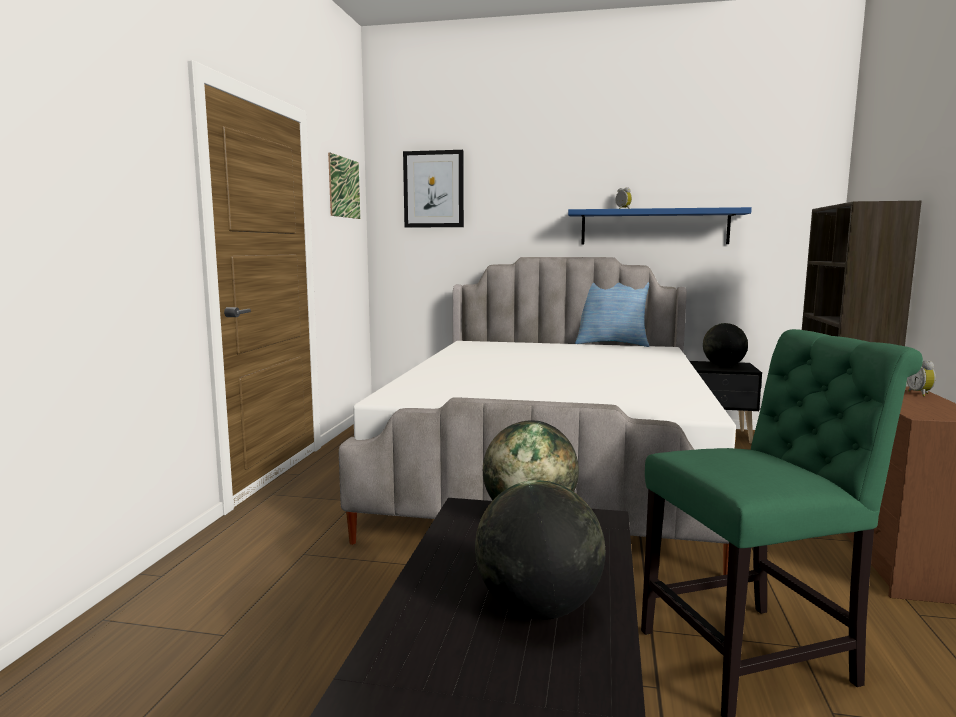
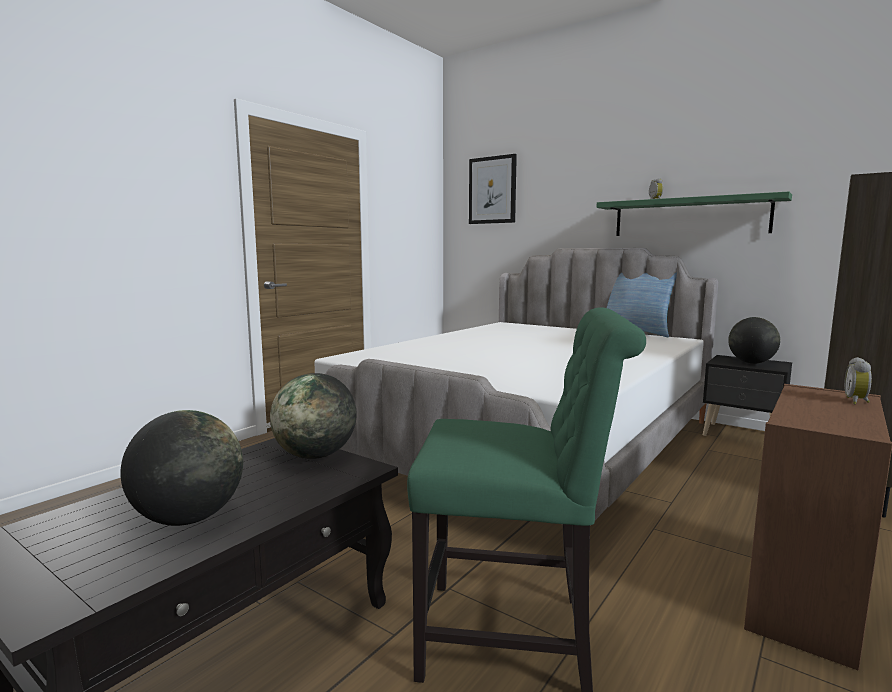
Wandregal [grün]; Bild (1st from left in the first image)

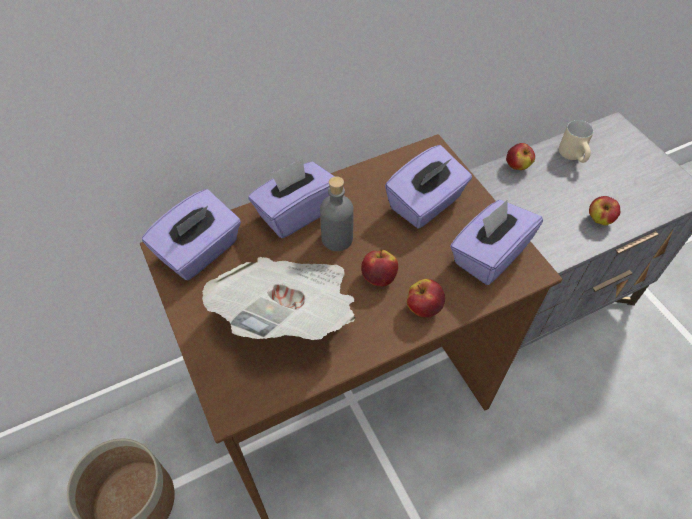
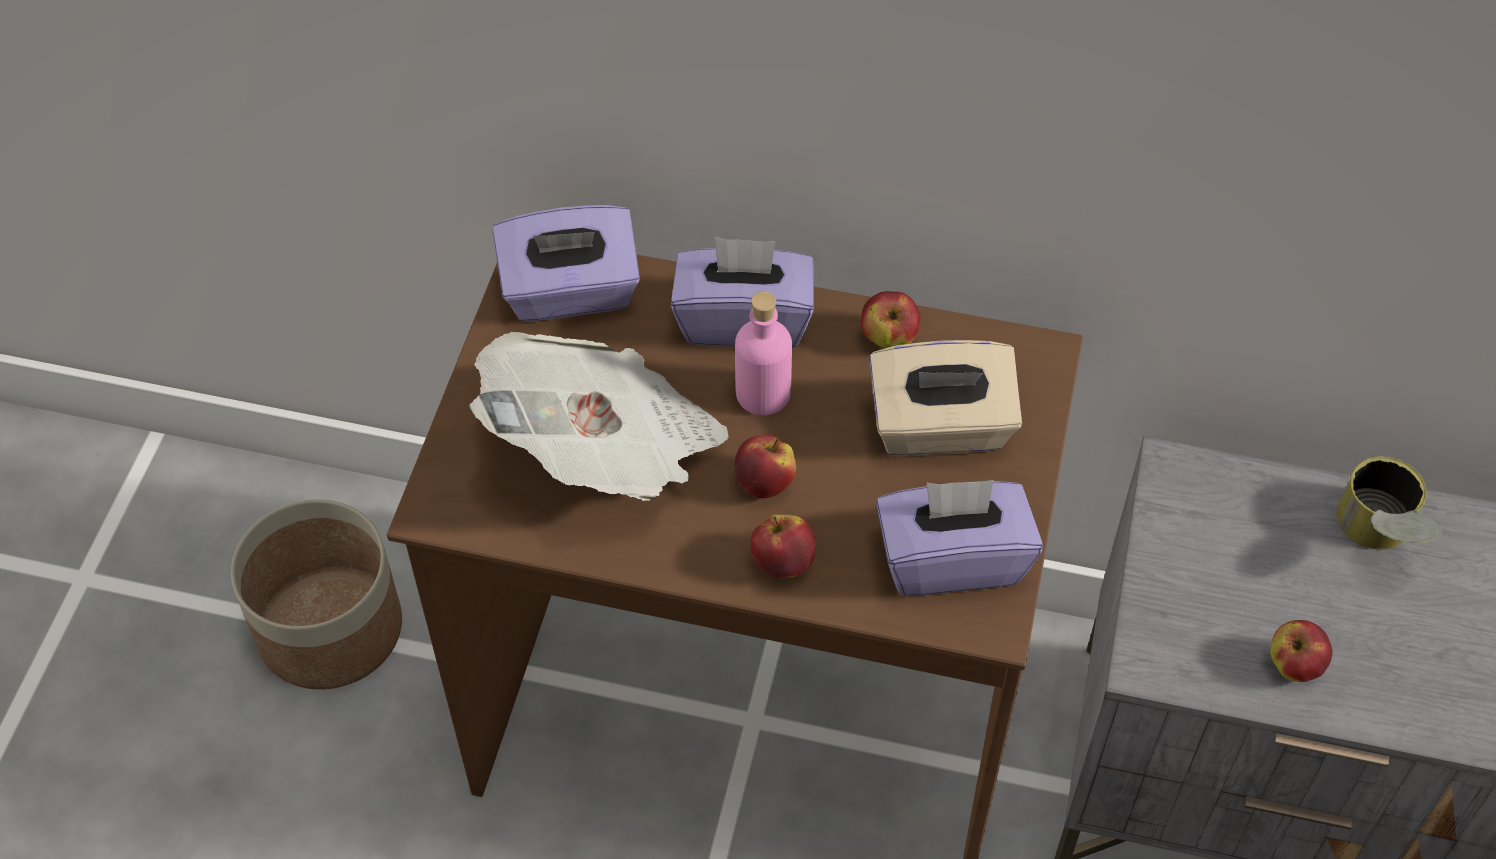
Flasche [rosa]; Apfel (3rd from left); Taschentuchbox [beige]; Dose

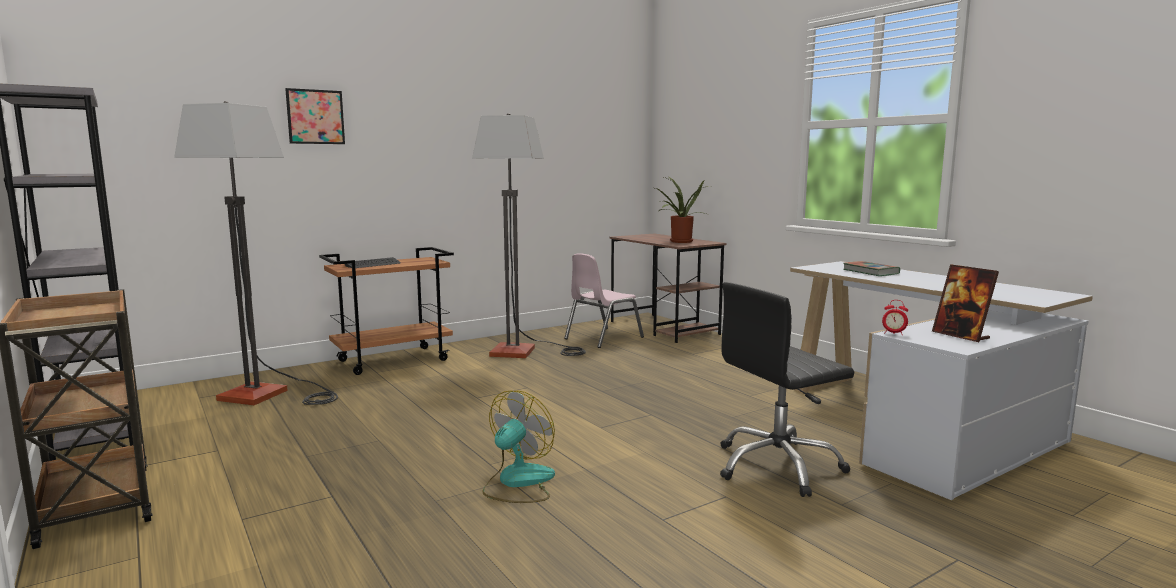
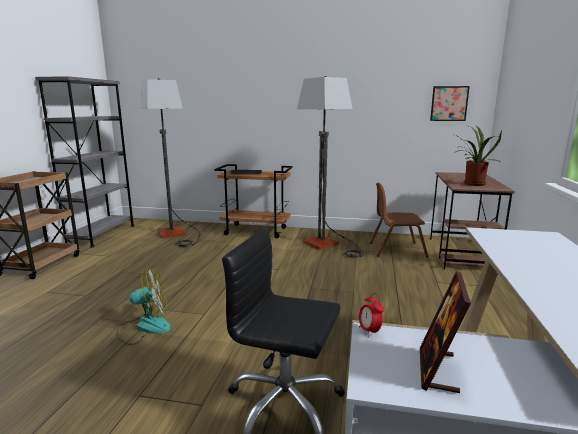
Stuhl [braun]; Bild; Buch

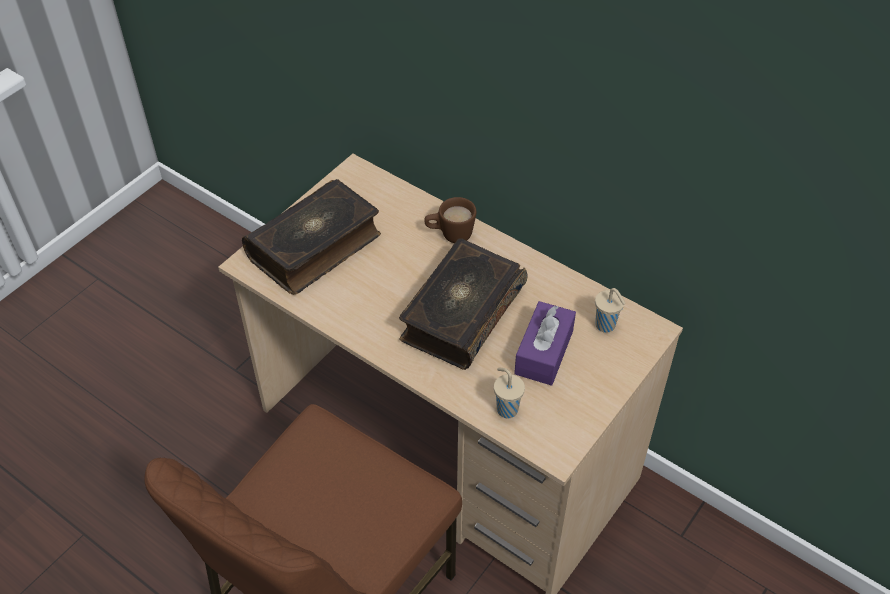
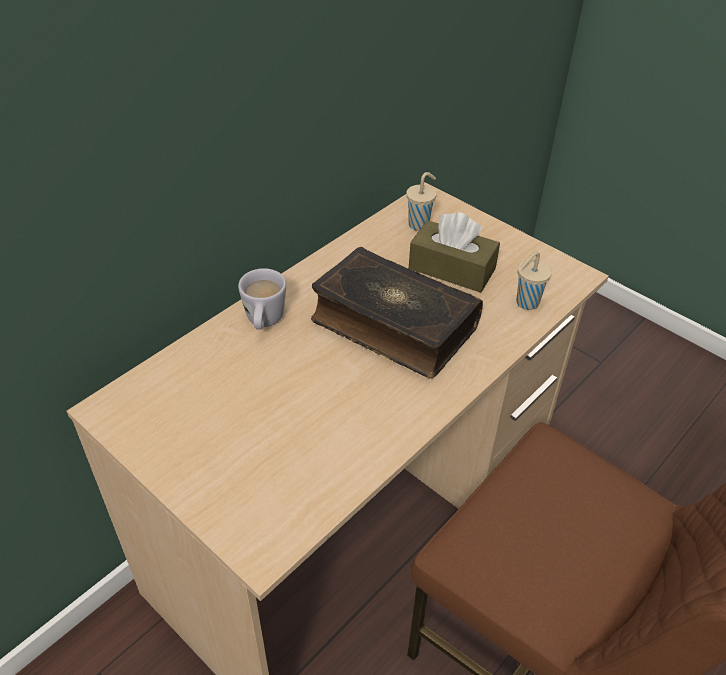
Henkelbecher [weiß]; Taschentuchbox [braun]; Buch (1st from left in the first image)

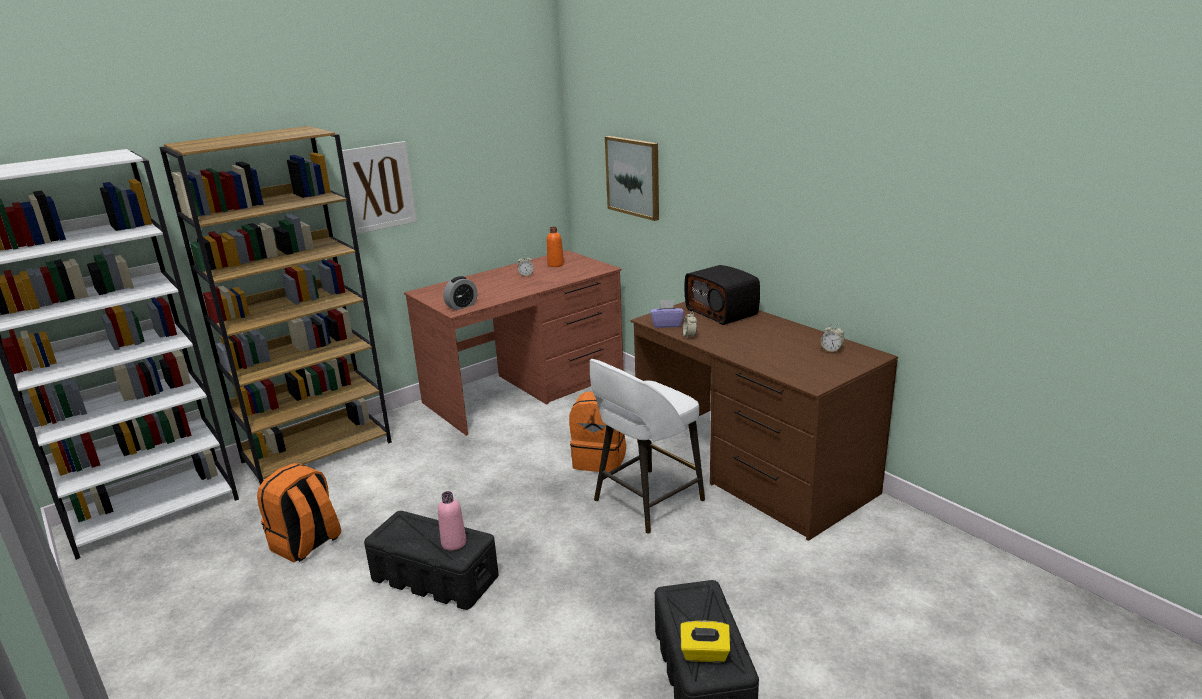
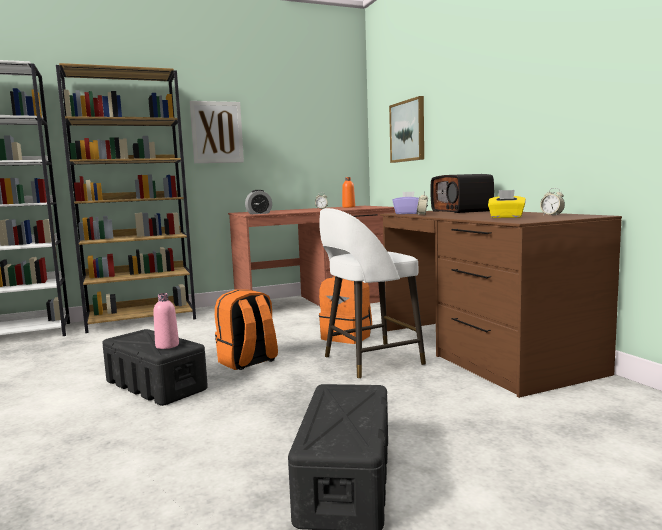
Rucksack [orange] (1st from left); Taschentuchbox [gelb]

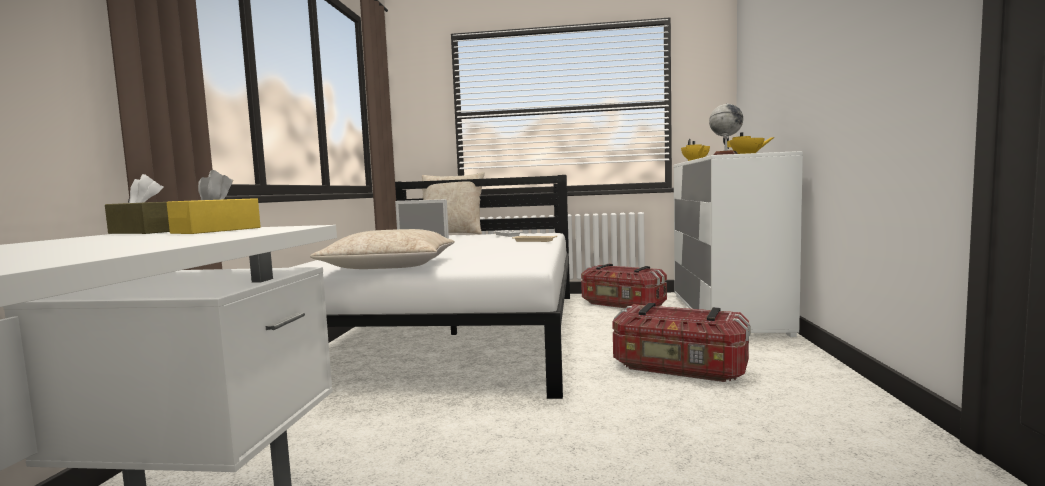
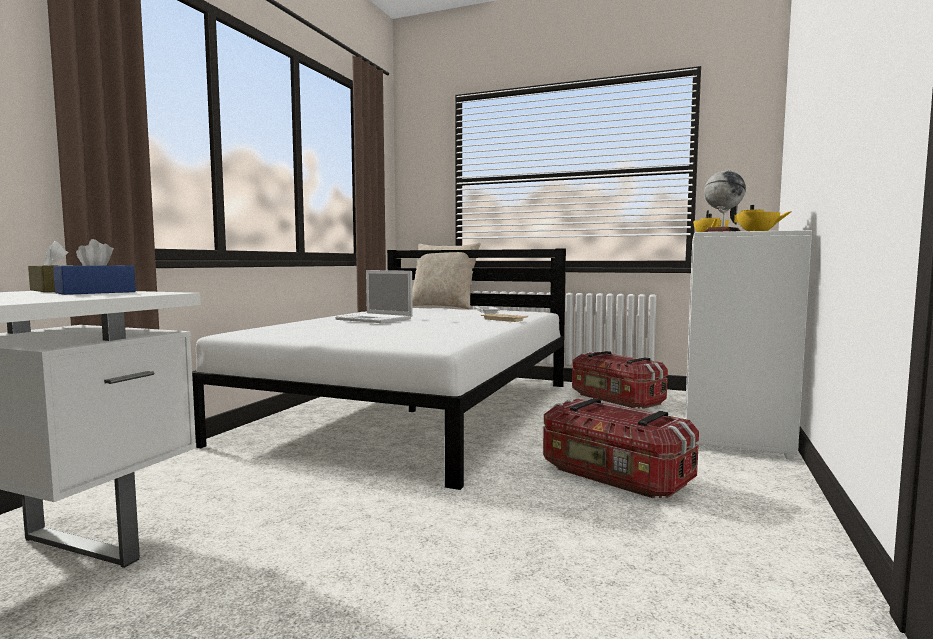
Taschentuchbox [blau]; Kissen [beige] (1st from left in the first image)

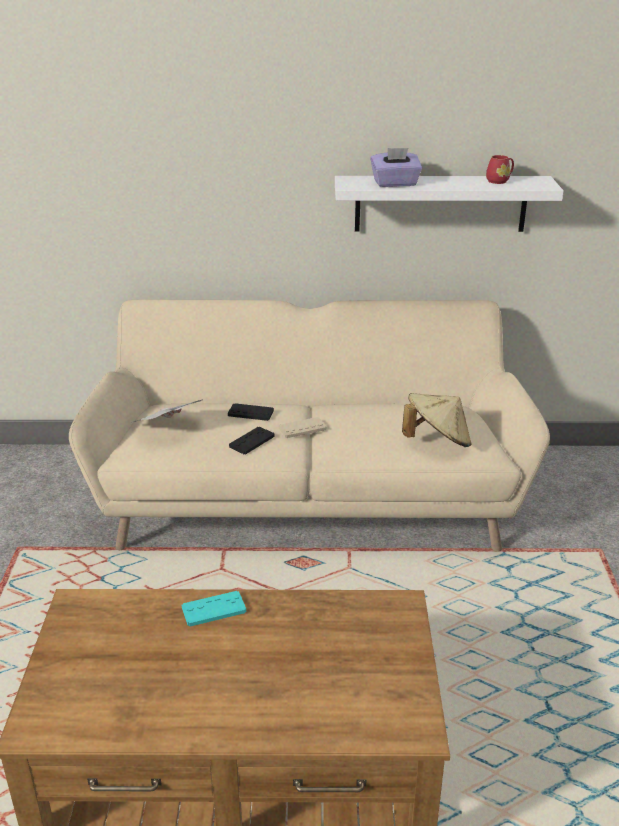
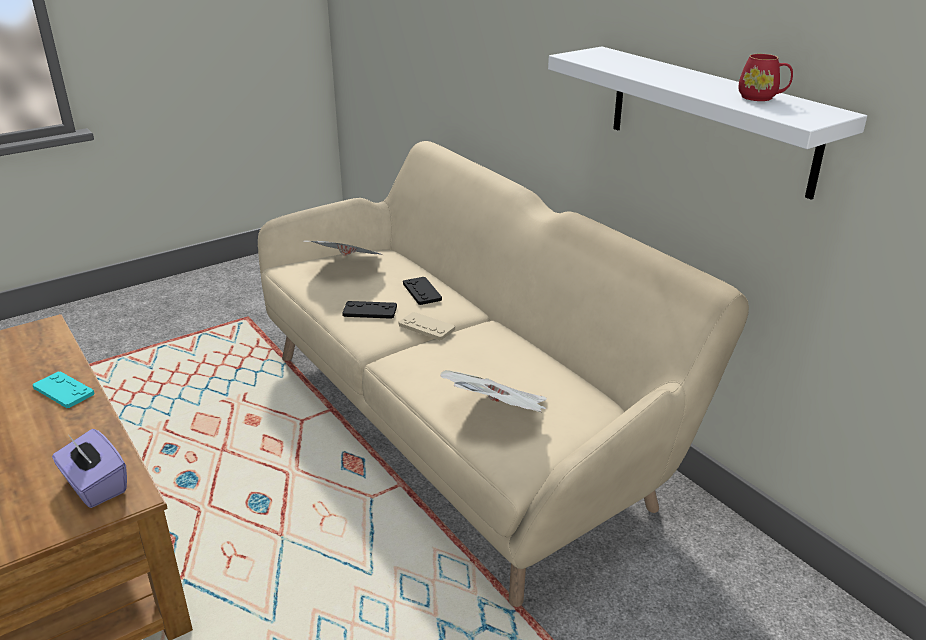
Taschentuchbox [lila]; Zeitung (2nd from left)

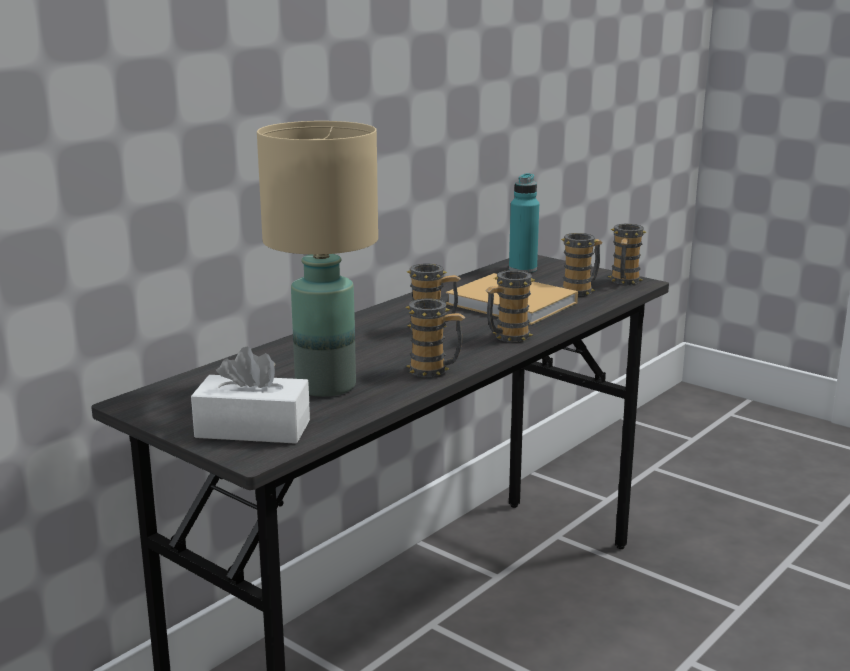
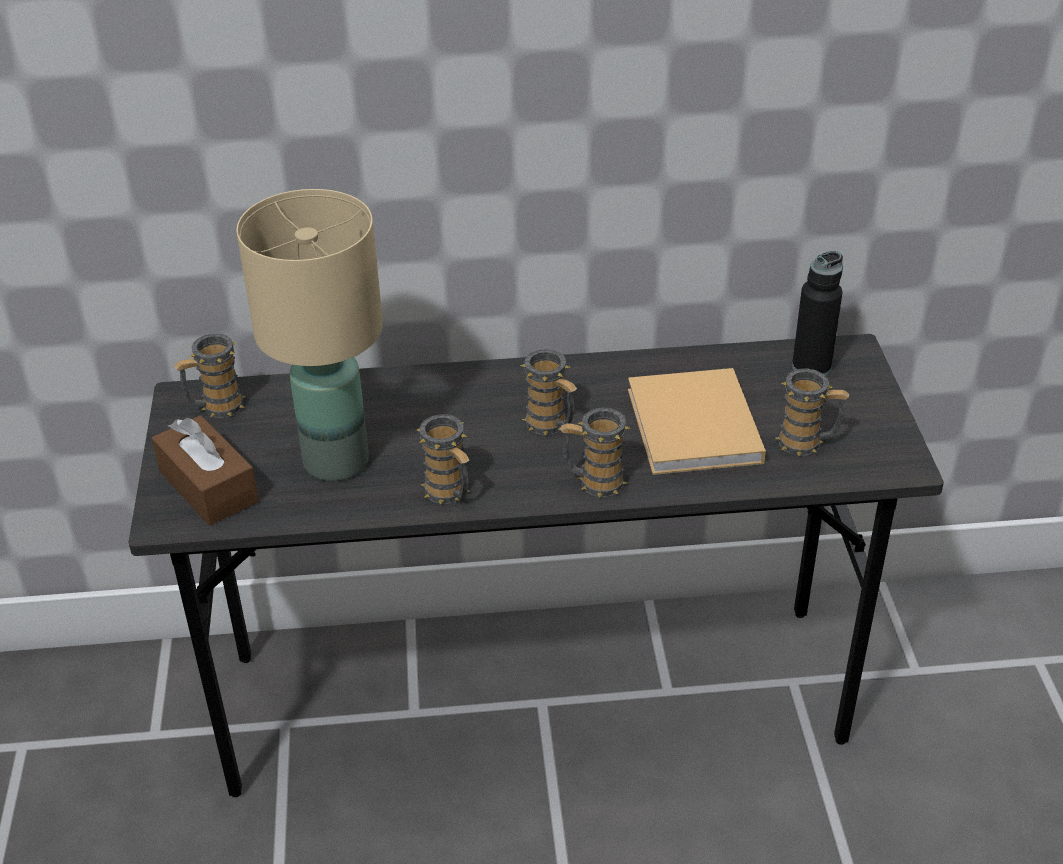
Taschentuchbox [braun]; Henkelbecher (1st from left); Flasche [schwarz]

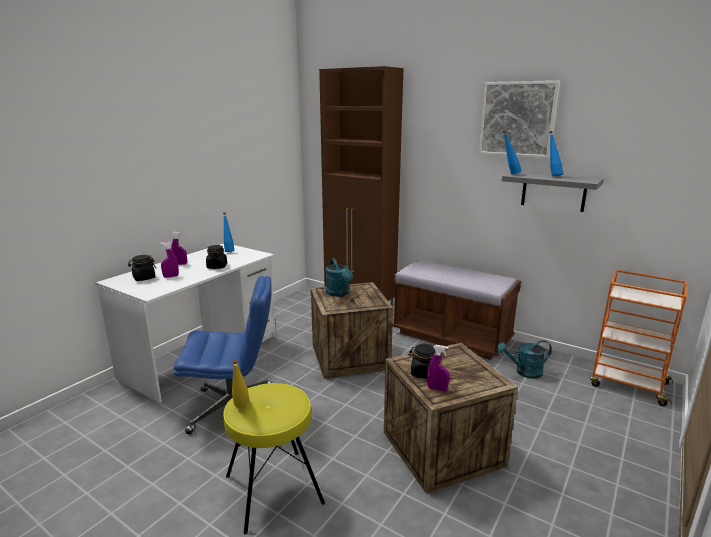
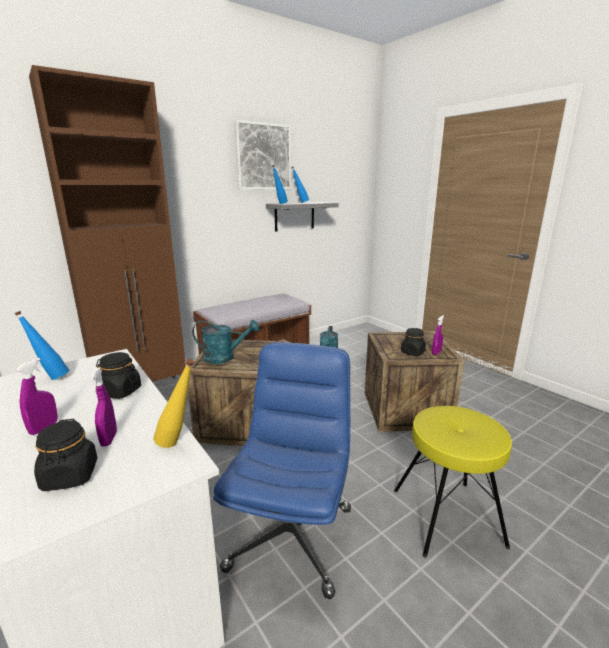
Flasche [gelb]; Rollwagen [orange]

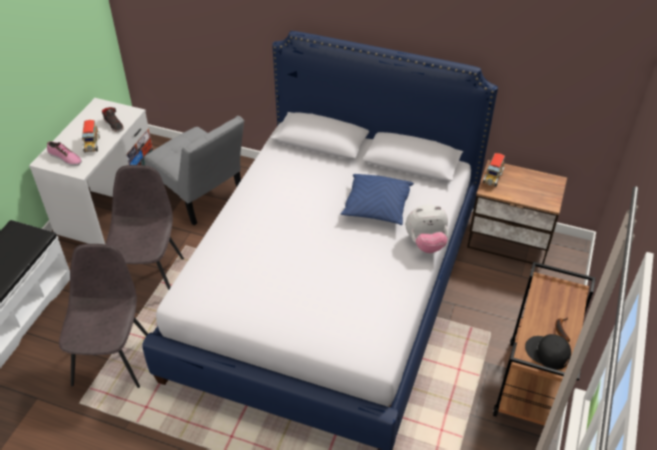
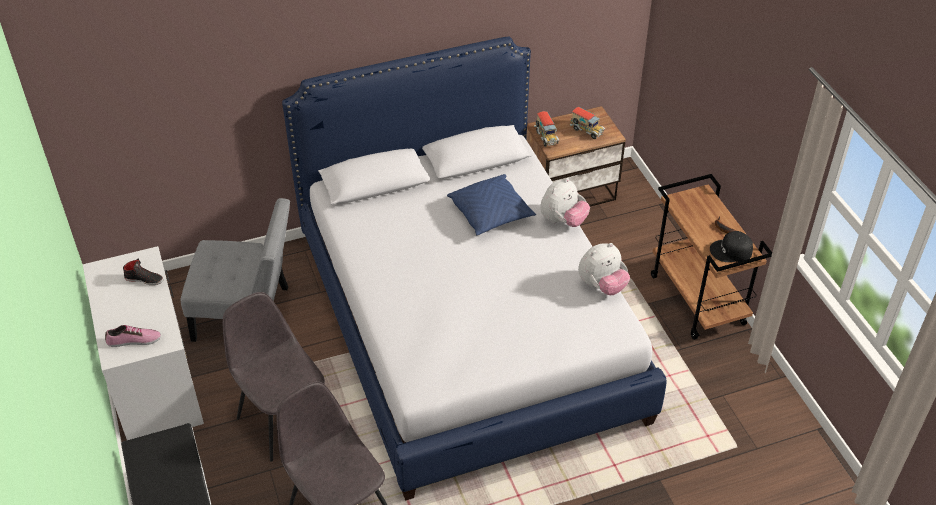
Spielzeuglaster (2nd from left); Plüschtier (2nd from left)

